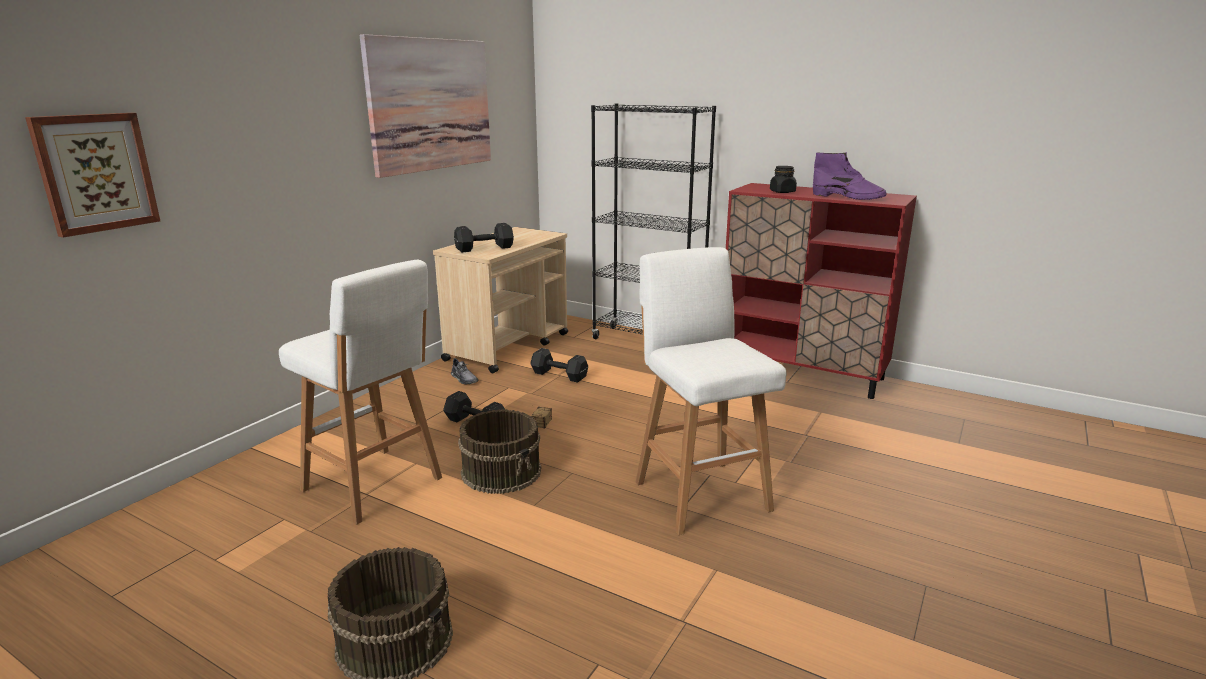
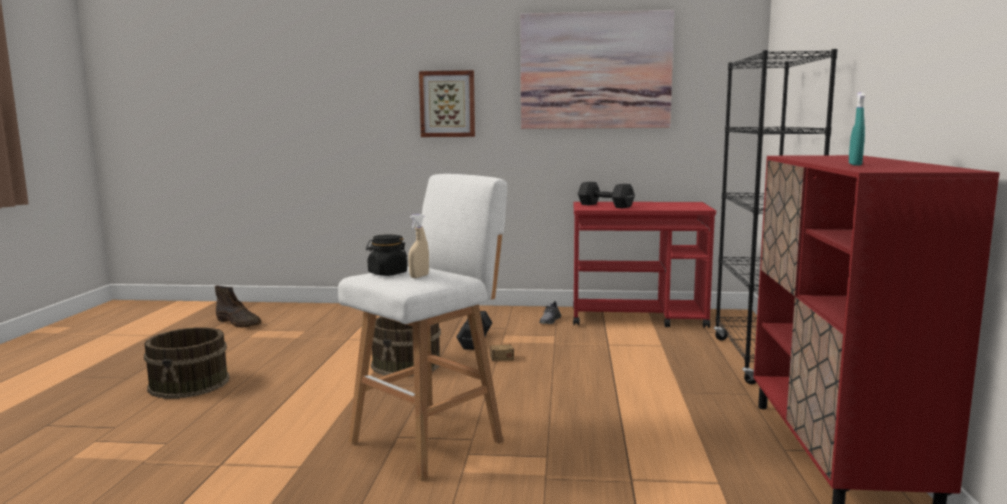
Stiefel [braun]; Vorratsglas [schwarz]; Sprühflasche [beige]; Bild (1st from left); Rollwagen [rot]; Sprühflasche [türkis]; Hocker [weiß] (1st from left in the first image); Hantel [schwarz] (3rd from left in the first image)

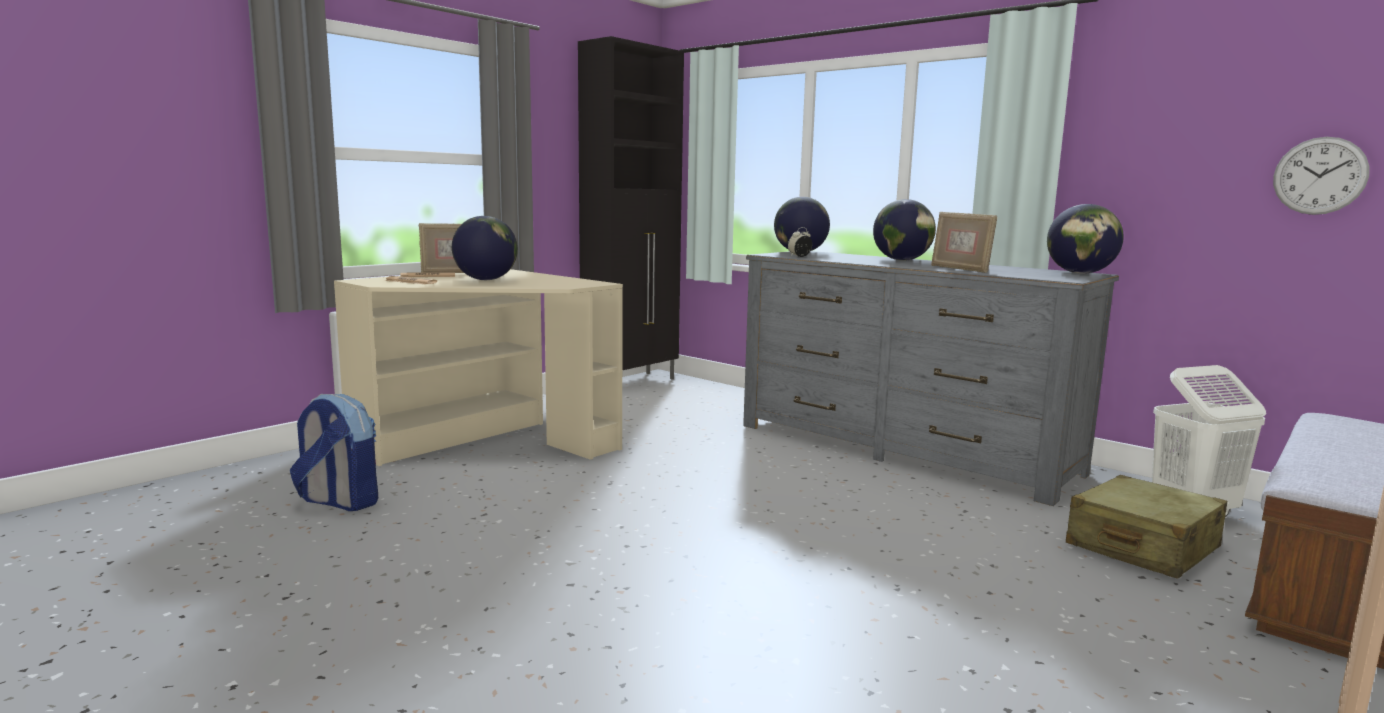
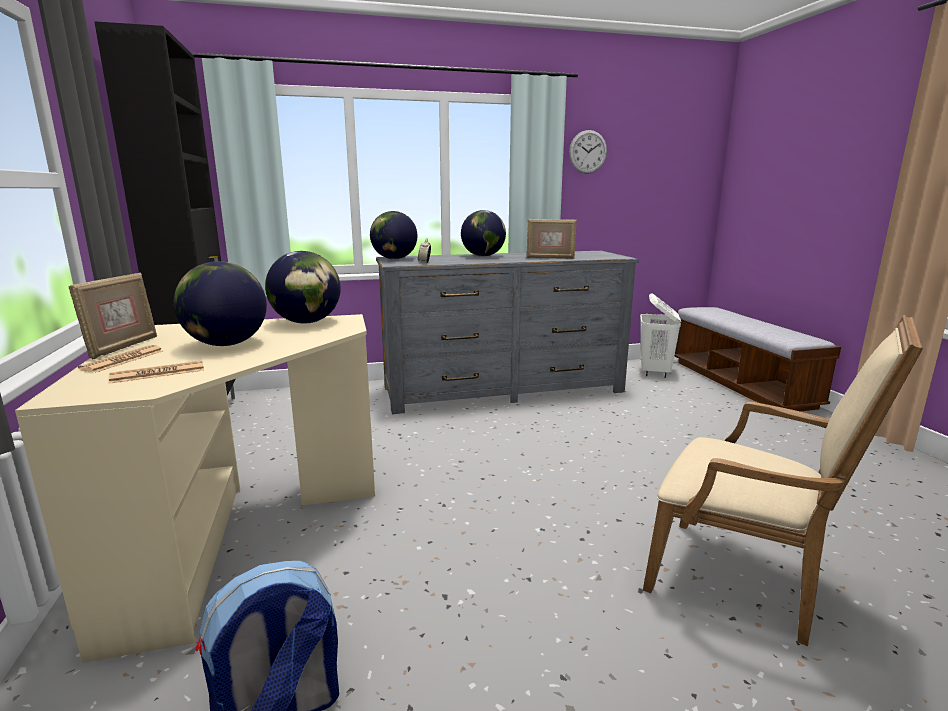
Globus (2nd from left); Wanduhr; Sessel [beige]; Koffer [beige]

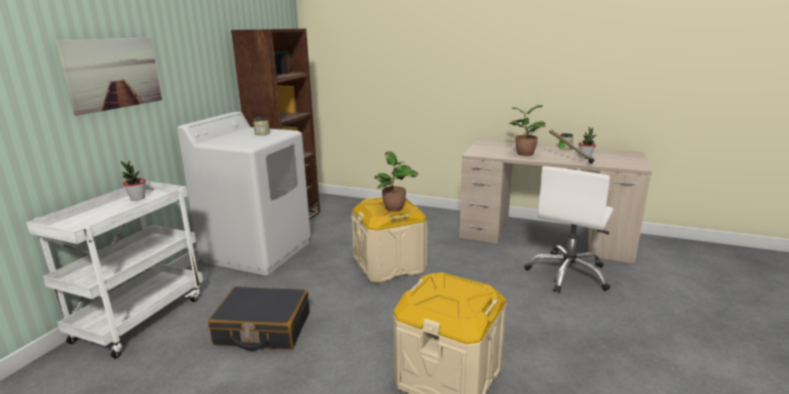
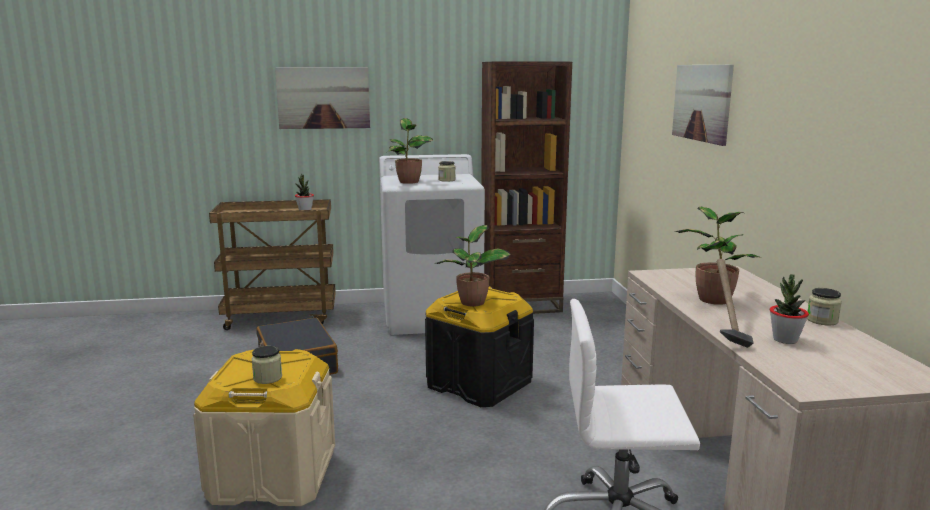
Rollwagen [braun]; Vorratsglas (1st from left); Topfpflanze (2nd from left); Aufbewahrungsbox [schwarz]; Bild (2nd from left)

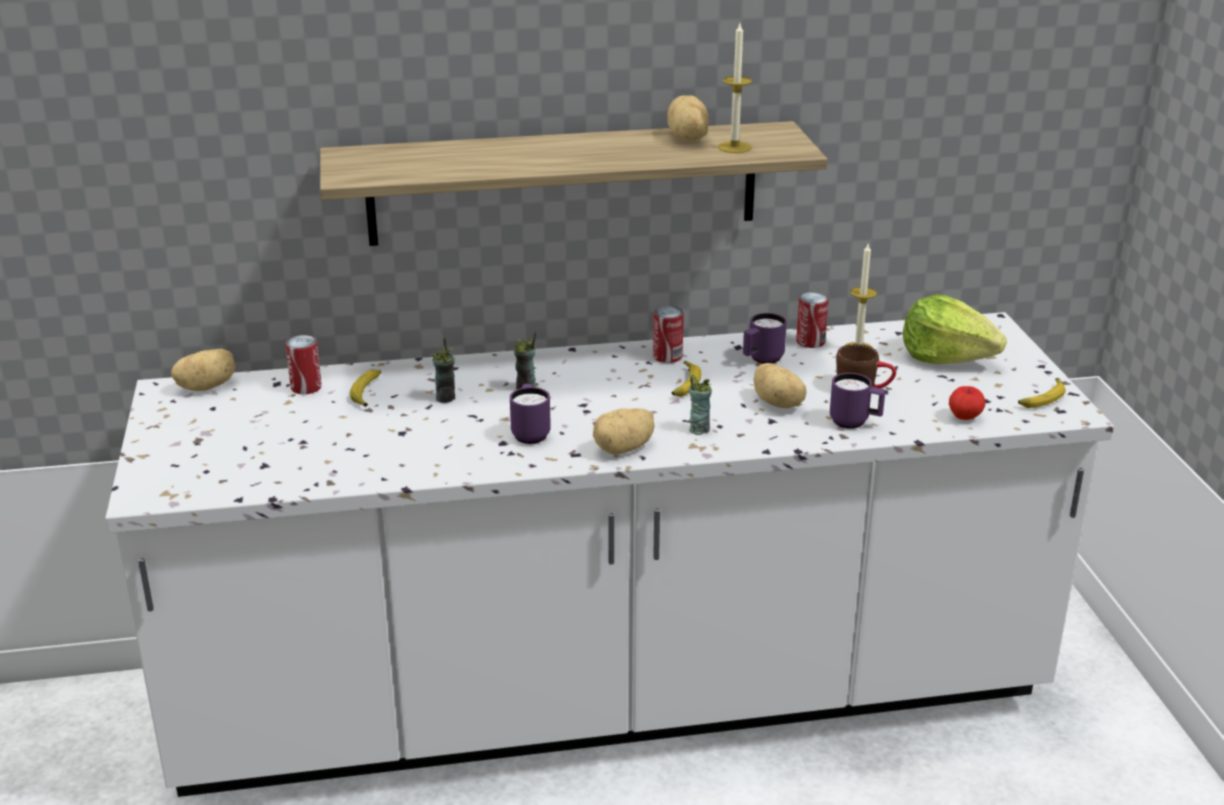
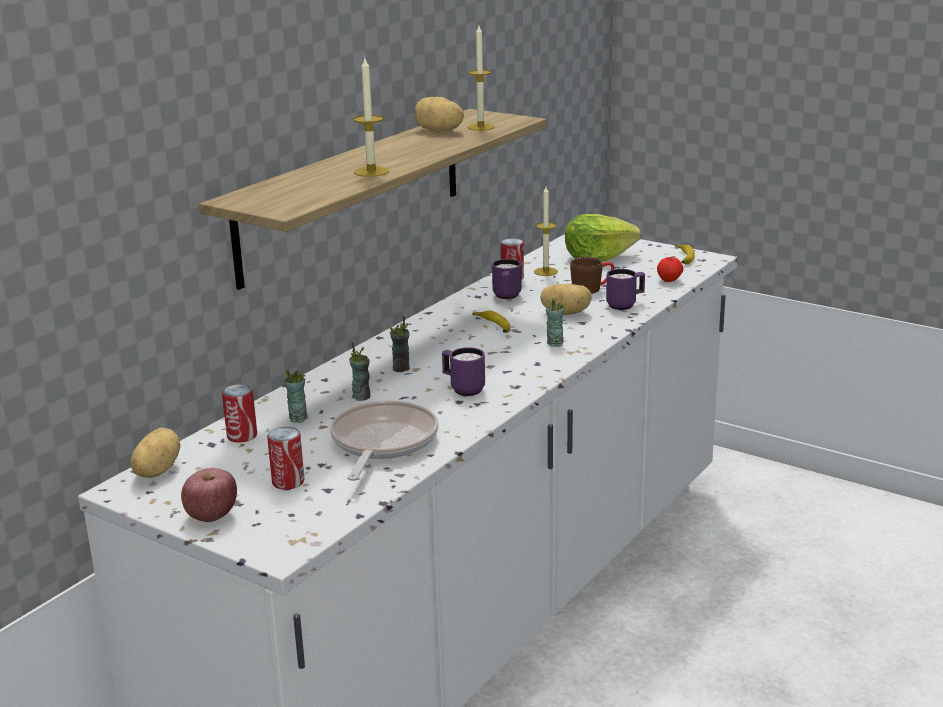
Apfel (1st from left); Dose (2nd from left); Tasse (1st from left); Pfanne; Kerze (1st from left); Kartoffel (2nd from left in the first image)

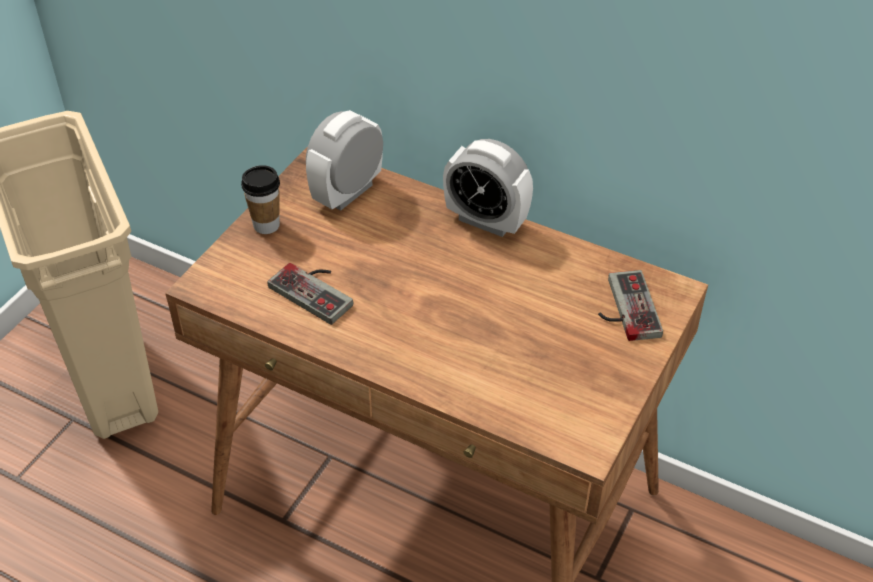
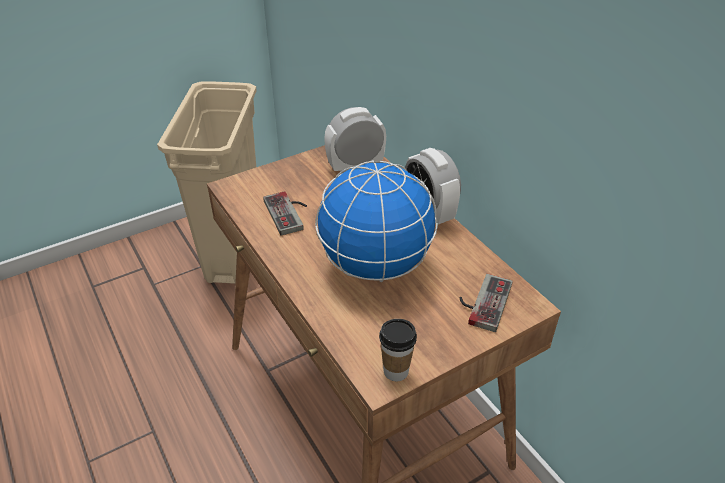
Globus; Tasse

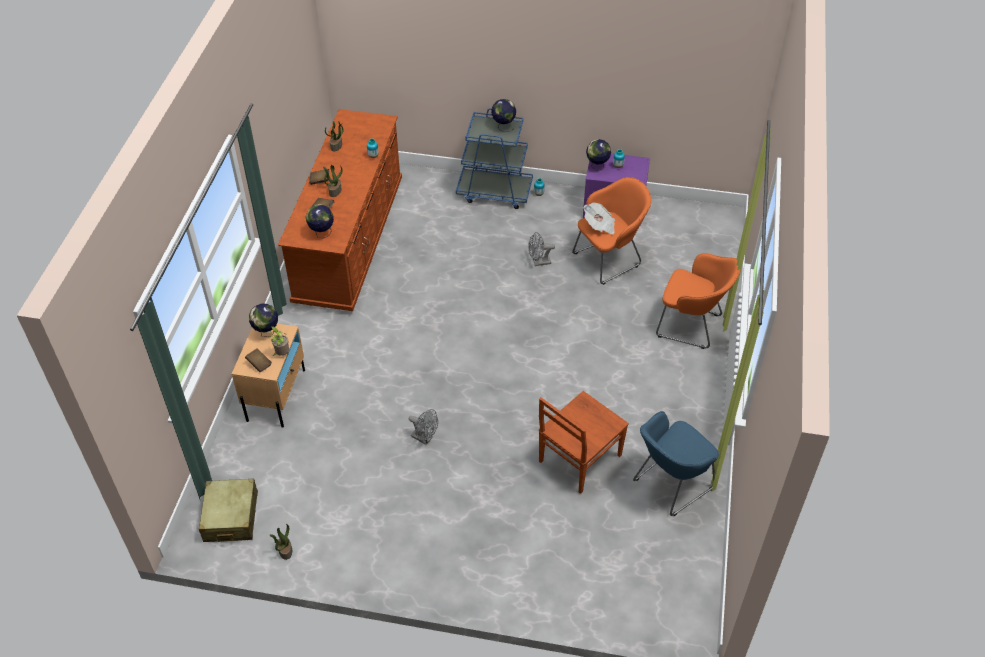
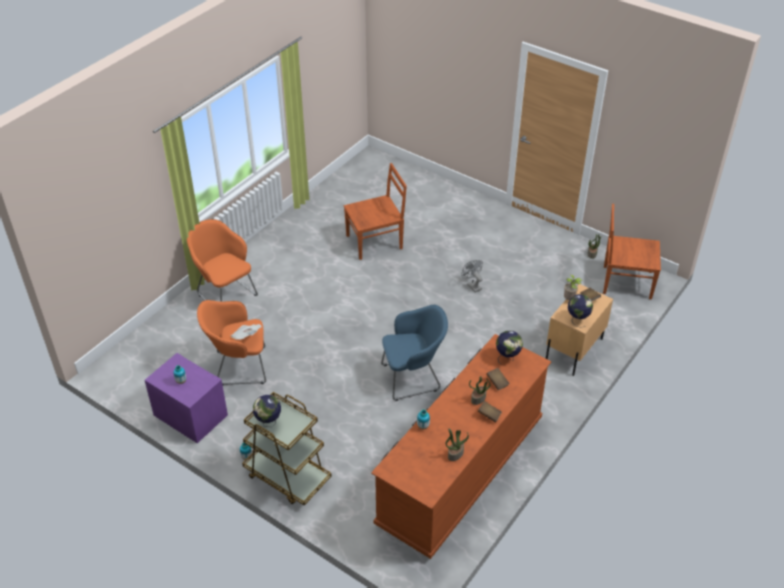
Rollwagen [braun]; Sessel [blau]; Stuhl [braun] (2nd from left); Ventilator [grau] (2nd from left in the first image); Globus (4th from left in the first image)

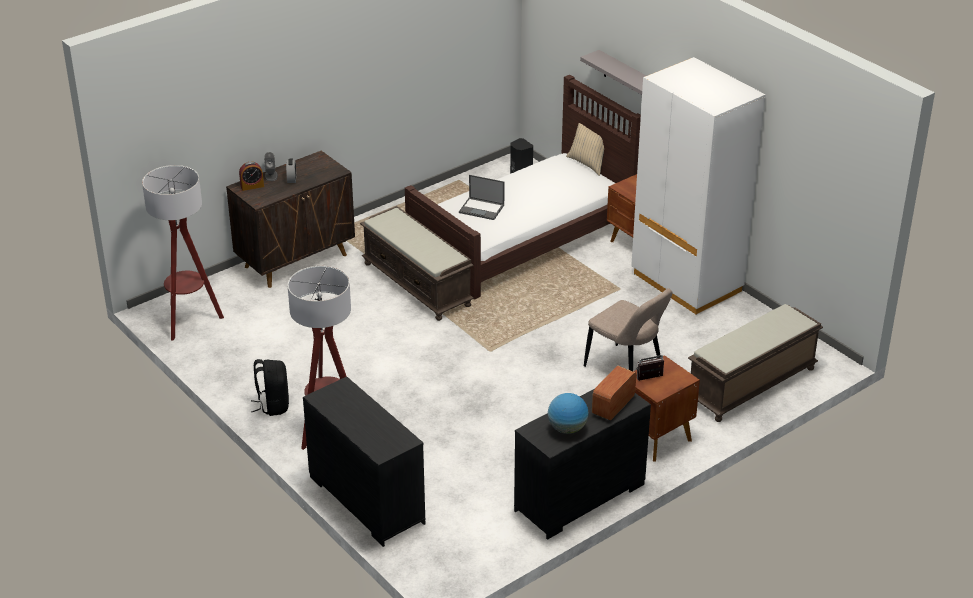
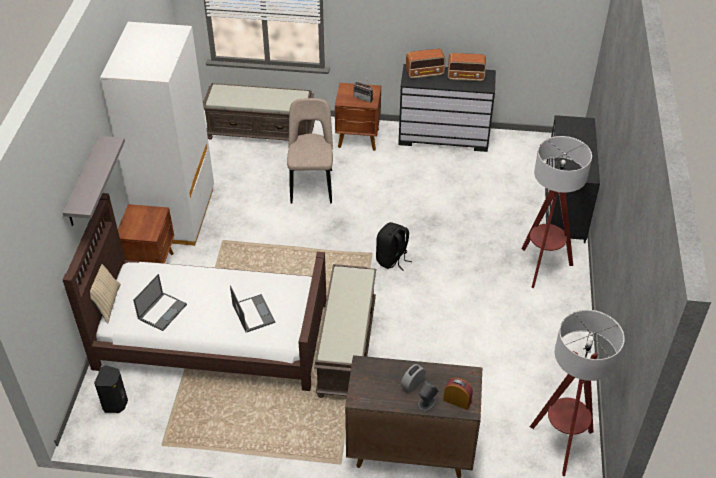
Laptop (1st from left); Rucksack [schwarz]; Radio (3rd from left)

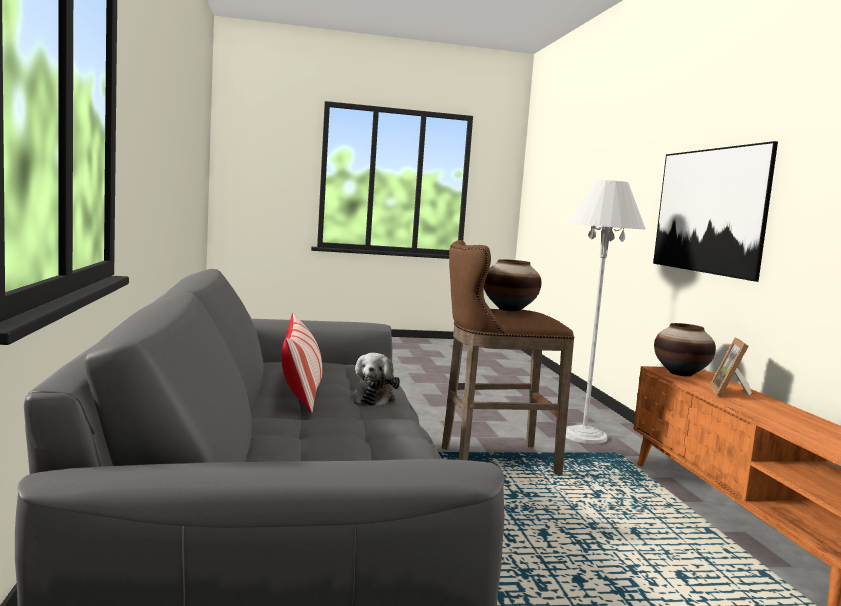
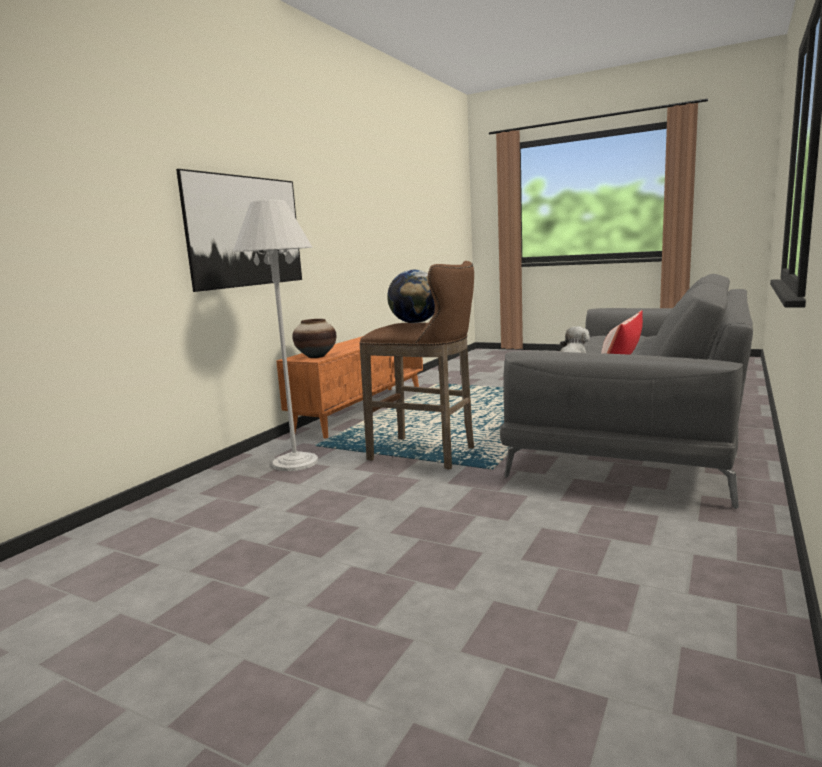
Globus; Bilderrahmen

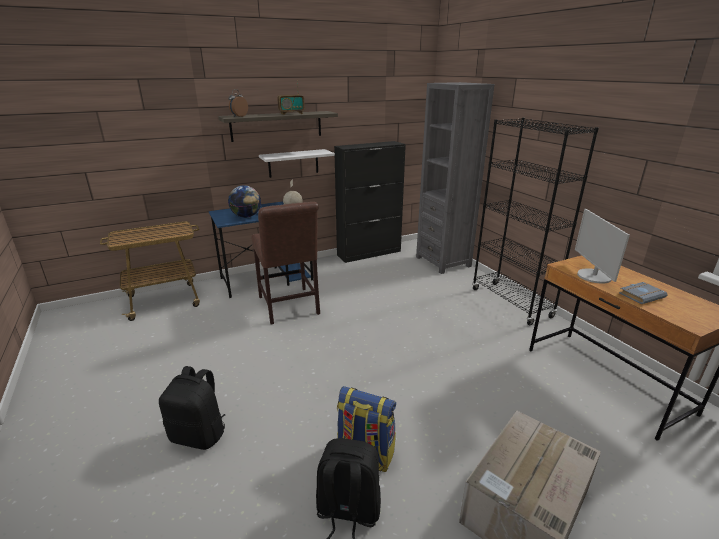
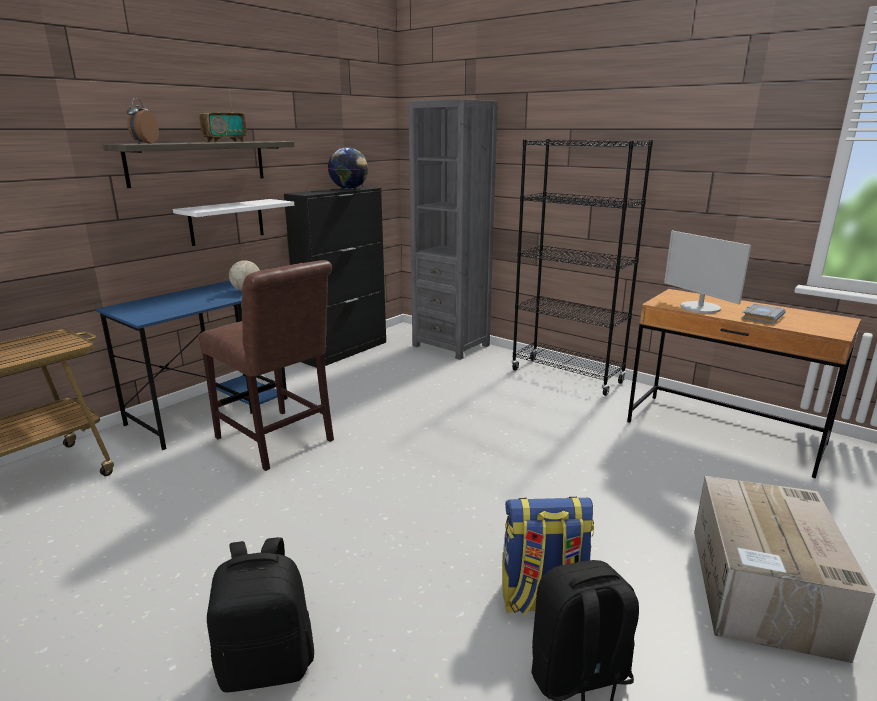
Globus (2nd from left)

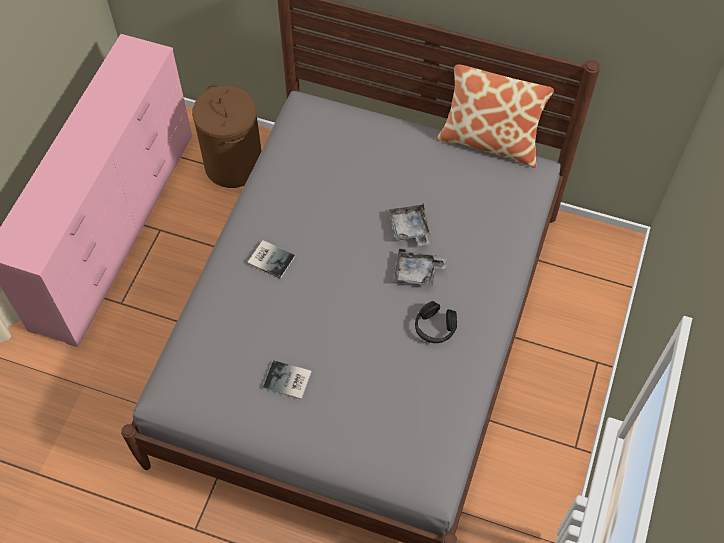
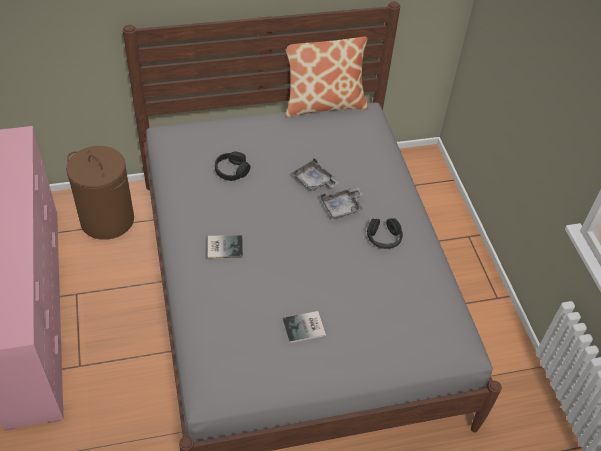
Kopfhörer [schwarz] (1st from left)

